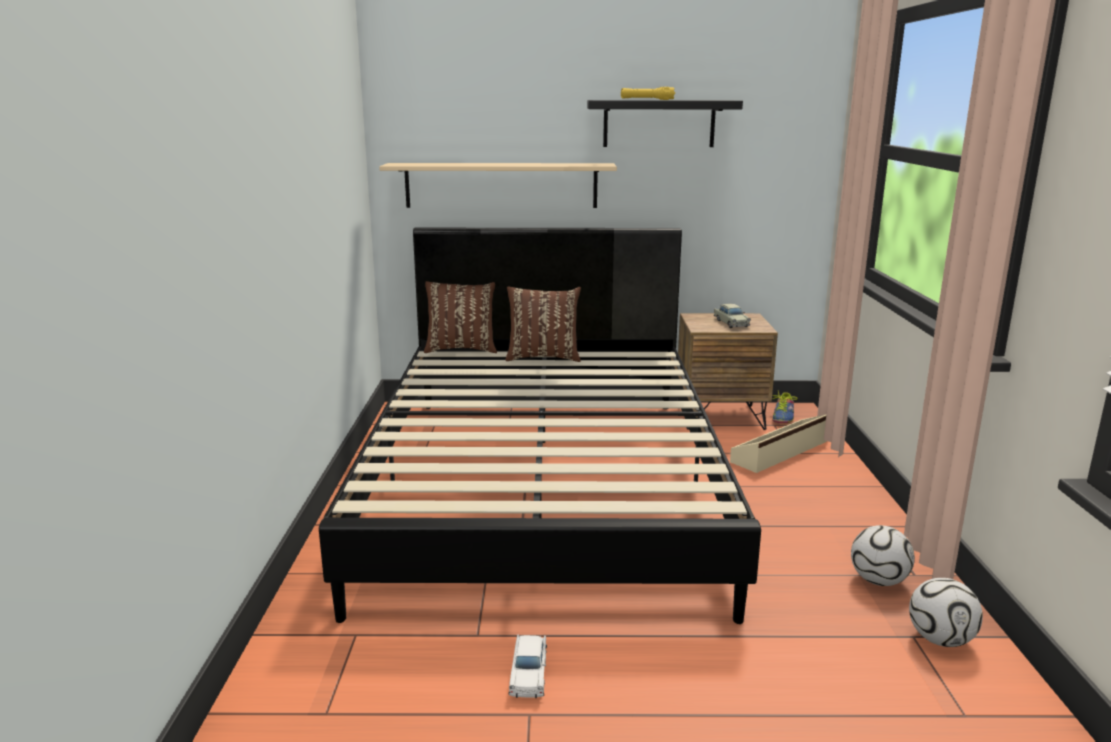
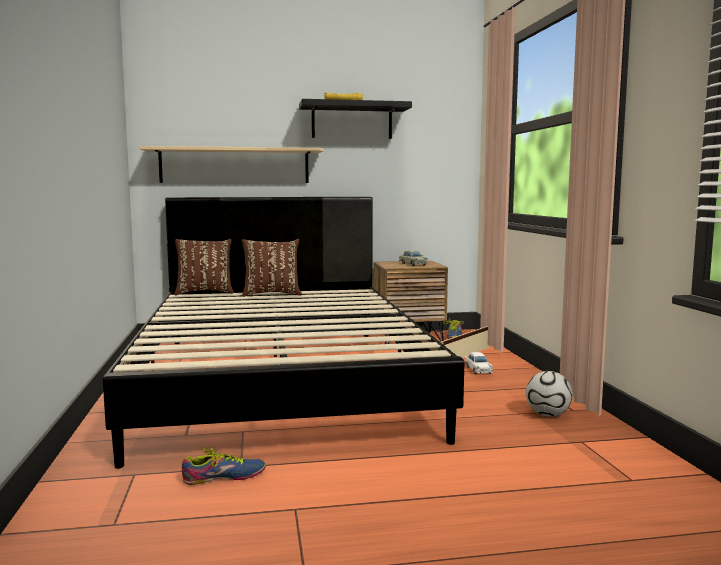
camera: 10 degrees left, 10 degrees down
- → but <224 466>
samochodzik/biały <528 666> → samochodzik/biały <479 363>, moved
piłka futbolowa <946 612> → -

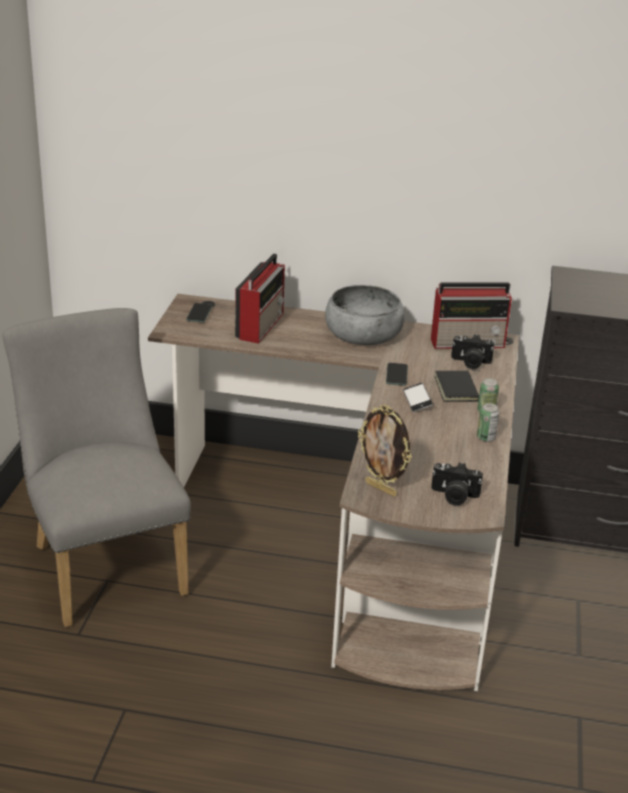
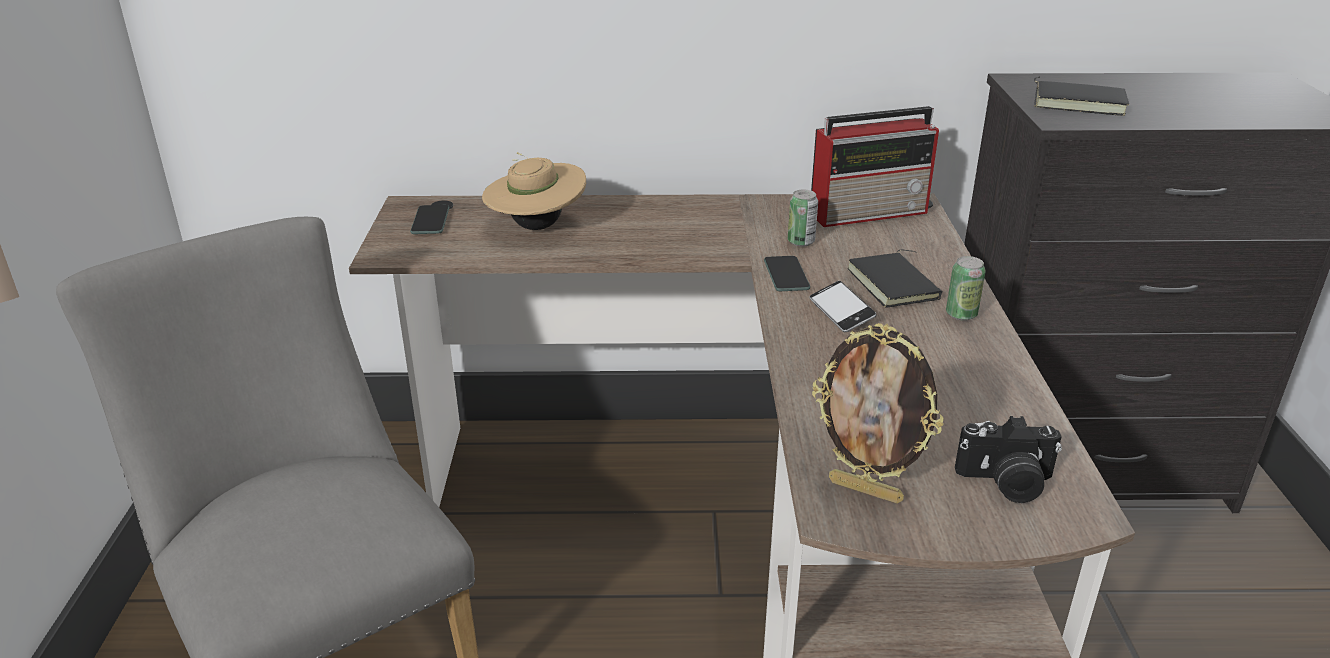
camera: 10 degrees left, 0 degrees up
radio <260 298> → kapelusz/beżowy <534 191>
puszka <488 422> → puszka <803 218>, moved
- → książka/czarny <1081 96>
miska/szary <365 315> → -
aparat fotograficzny <472 351> → -

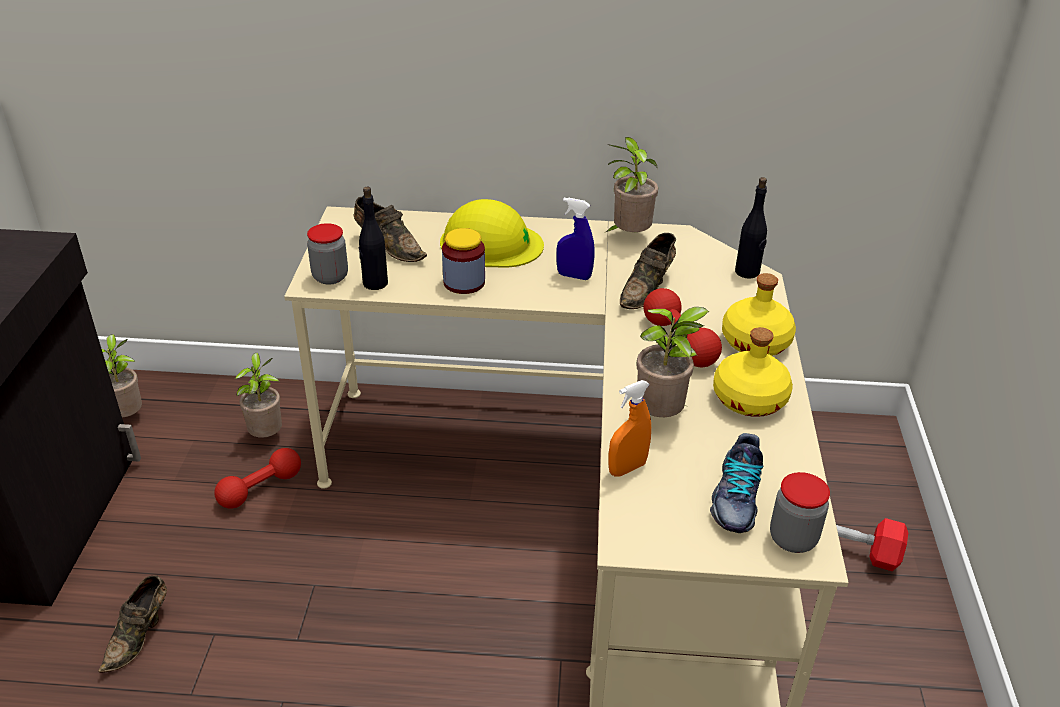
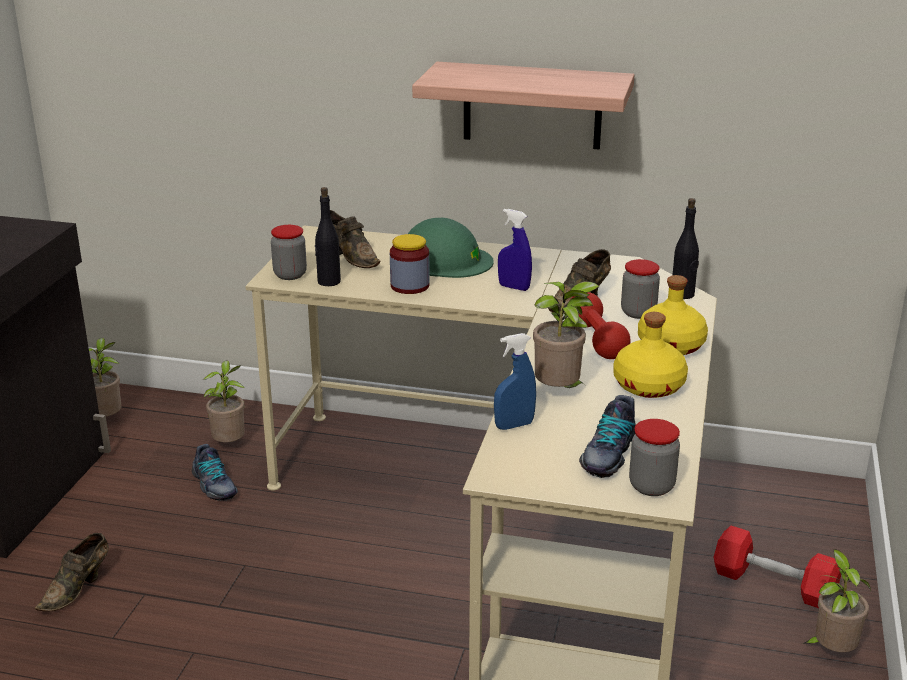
camera: 10 degrees right, 10 degrees down
hantel/czerwony <257 478> → but <215 472>
kask/żółty <492 233> → kask/zielony <451 248>
- → półka <523 106>
spryskiwacz/pomarańczowy <630 428> → spryskiwacz/niebieski <515 381>
- → słoik <640 289>
roślina doniczkowa <632 184> → roślina doniczkowa <836 600>, moved

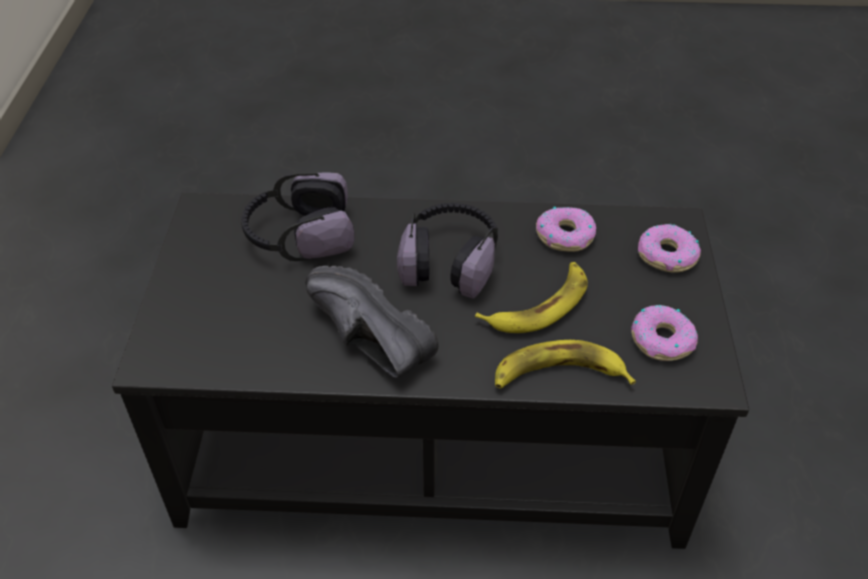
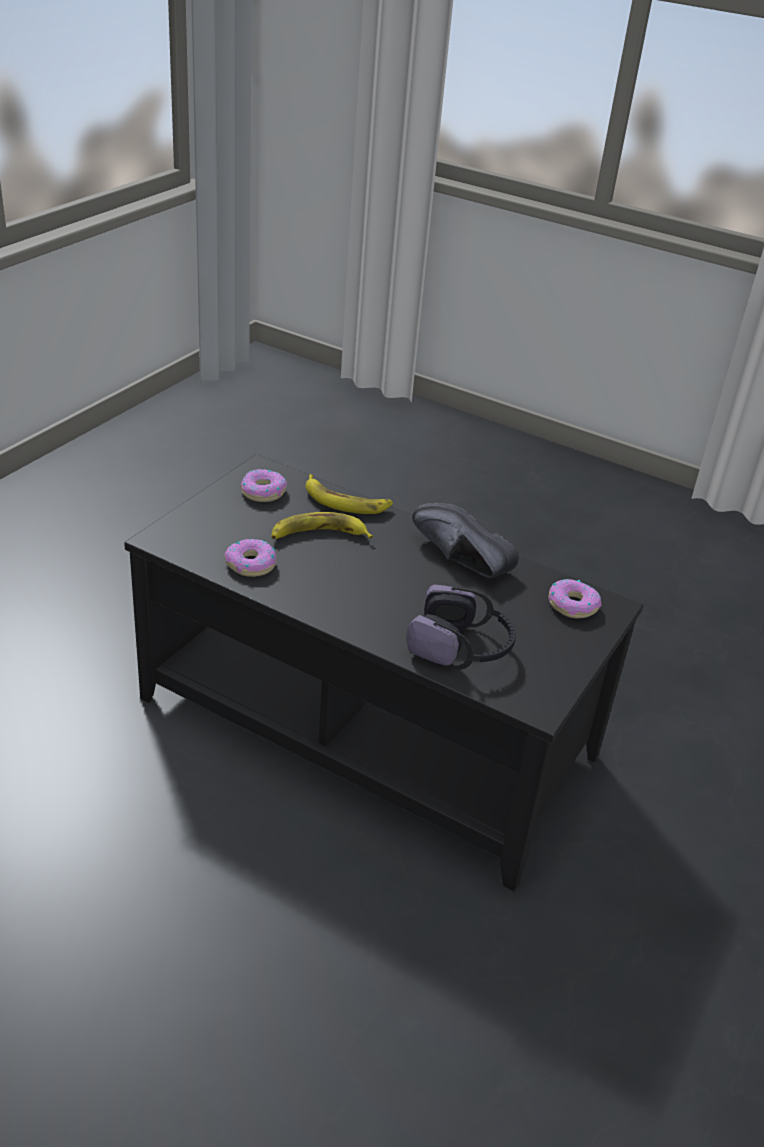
camera: 155 degrees left, 10 degrees down
but/czarny <371 322> → but/czarny <465 540>, 150 degrees clockwise
donut <669 248> → donut <574 598>, moved
słuchawki <447 251> → -

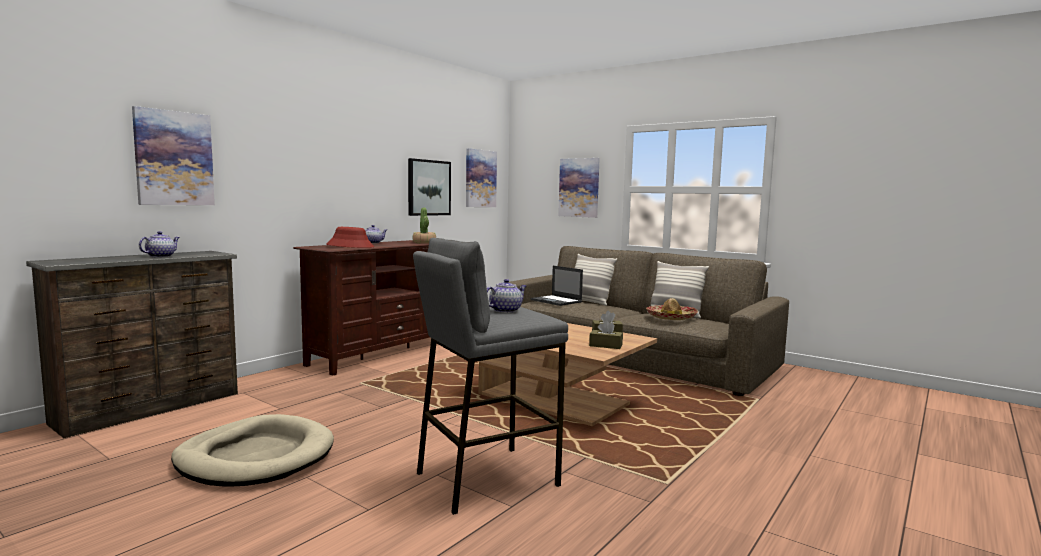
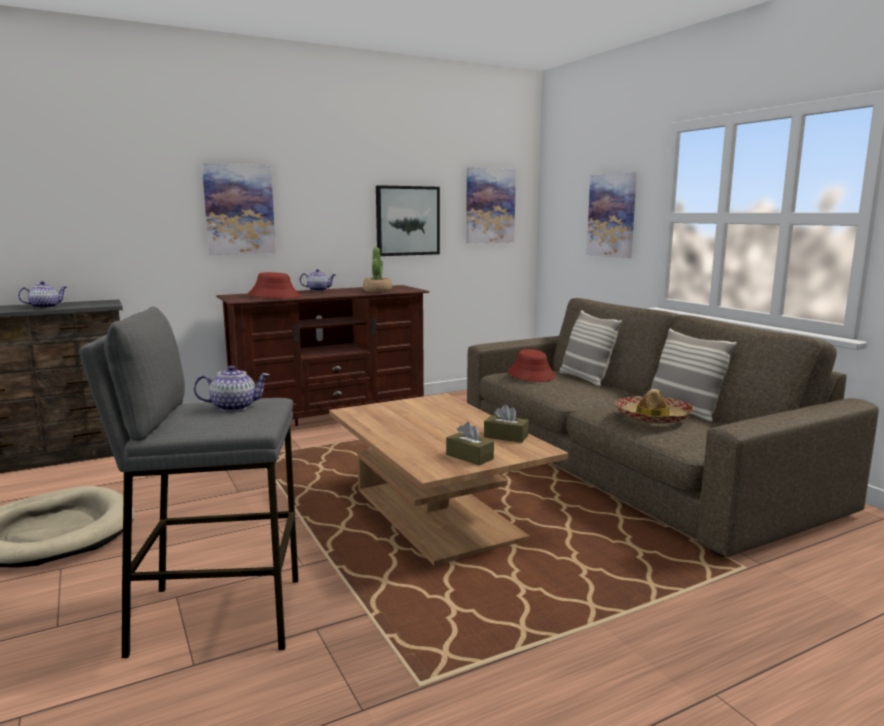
camera: 25 degrees right, 5 degrees up
obraz <173 155> → obraz <239 209>, moved
laptop <557 286> → kapelusz/czerwony <532 365>

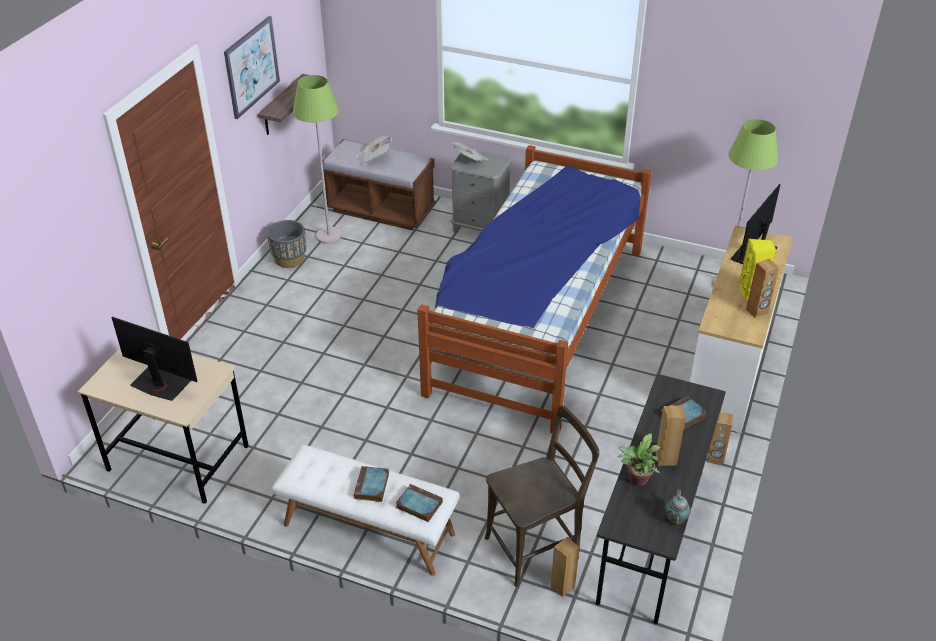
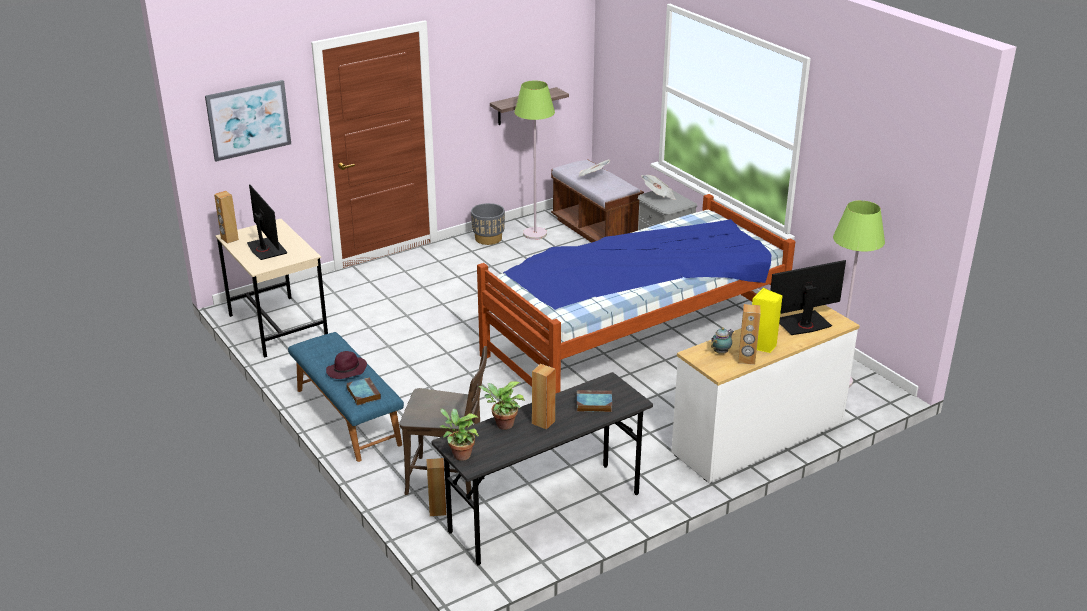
camera: 35 degrees right, 10 degrees down
obraz <252 67> → obraz <248 121>, moved
głośnik/brązowy <720 439> → głośnik/brązowy <226 217>, moved
ławka/biały <366 510> → ławka/niebieski <346 397>
książka <371 484> → kapelusz/fioletowy <346 365>
- → roślina doniczkowa <459 435>
imbryk <677 507> → imbryk <722 340>, moved

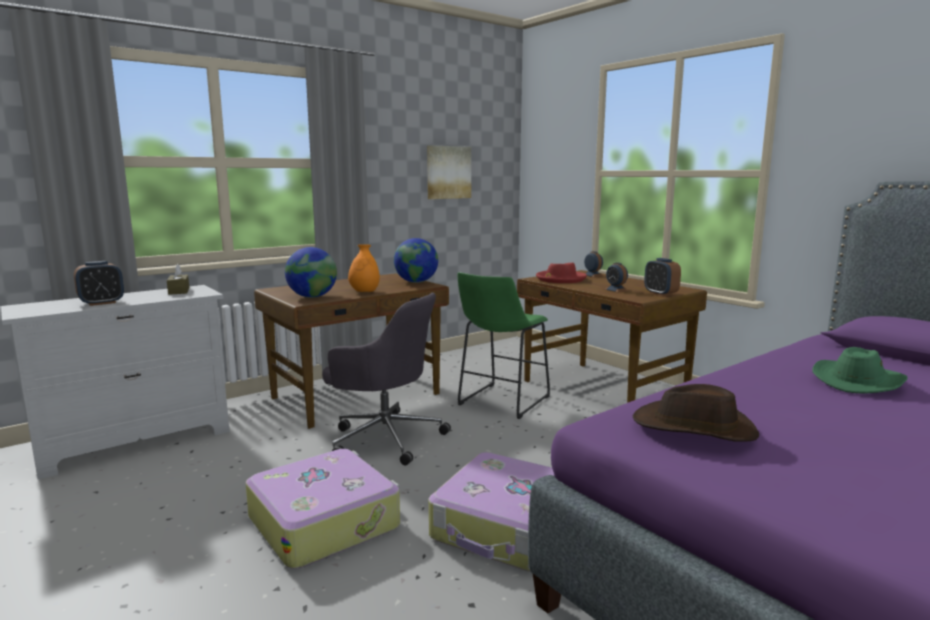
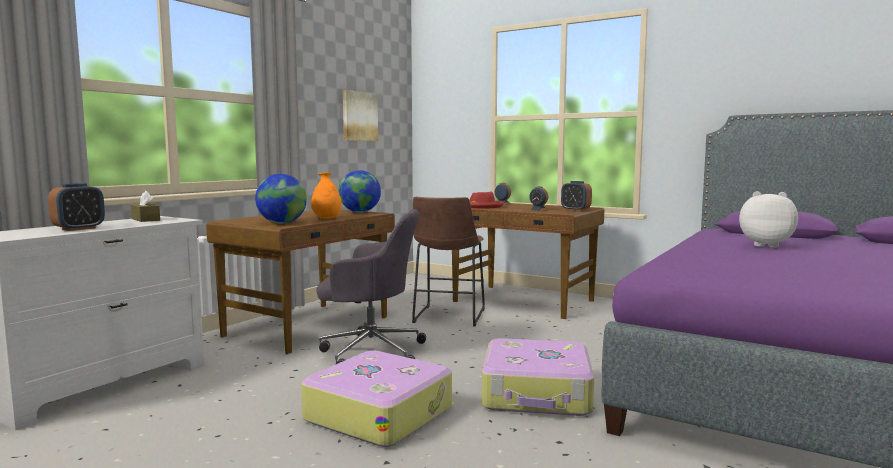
camera: 20 degrees left, 5 degrees down
stołek/zielony <504 345> → stołek/brązowy <448 262>
kapelusz/zielony <860 370> → pluszak <768 219>
kapelusz/brązowy <695 413> → -

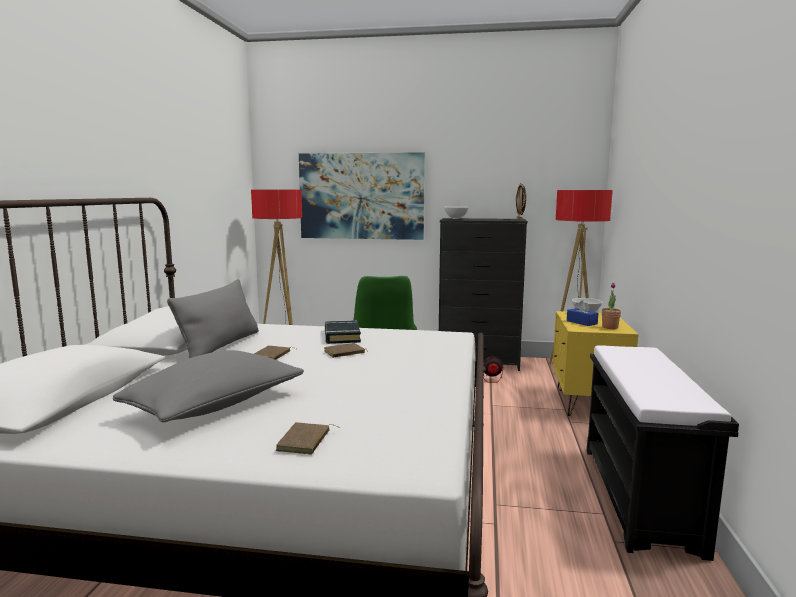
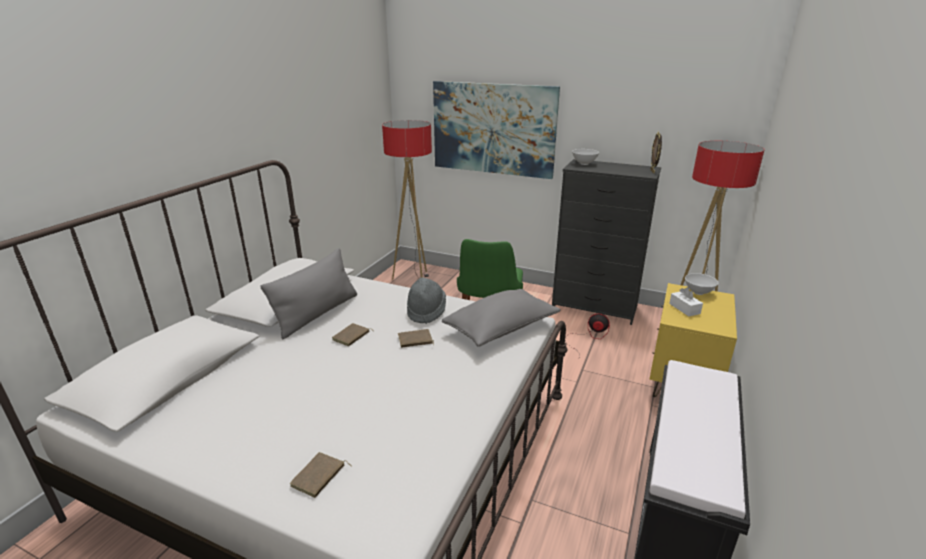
camera: 15 degrees right, 15 degrees up
książka/czarny <343 332> → kapelusz/szary <426 301>
poduszka/szary <208 386> → poduszka/szary <501 318>, moved
pudełko chusteczek/niebieski <582 313> → pudełko chusteczek/biały <686 302>
roślina doniczkowa <611 306> → -

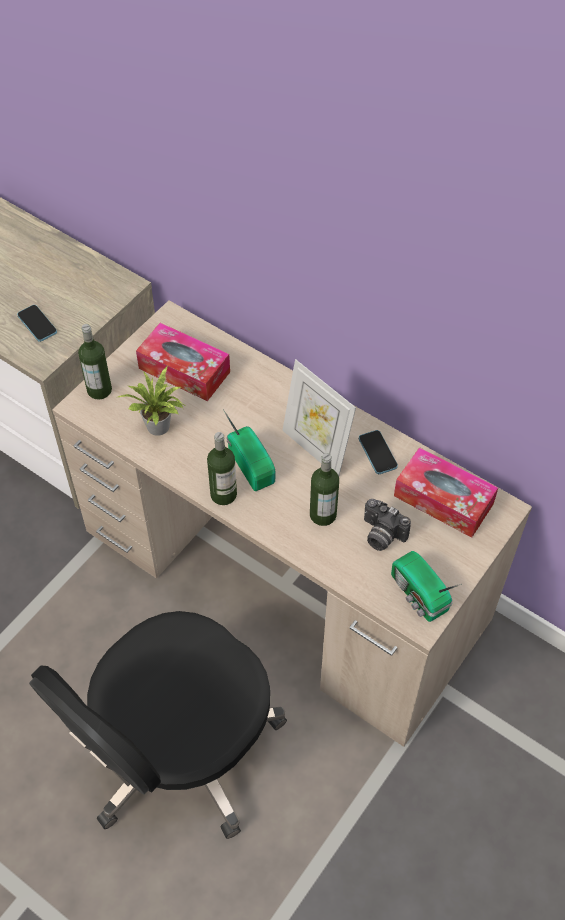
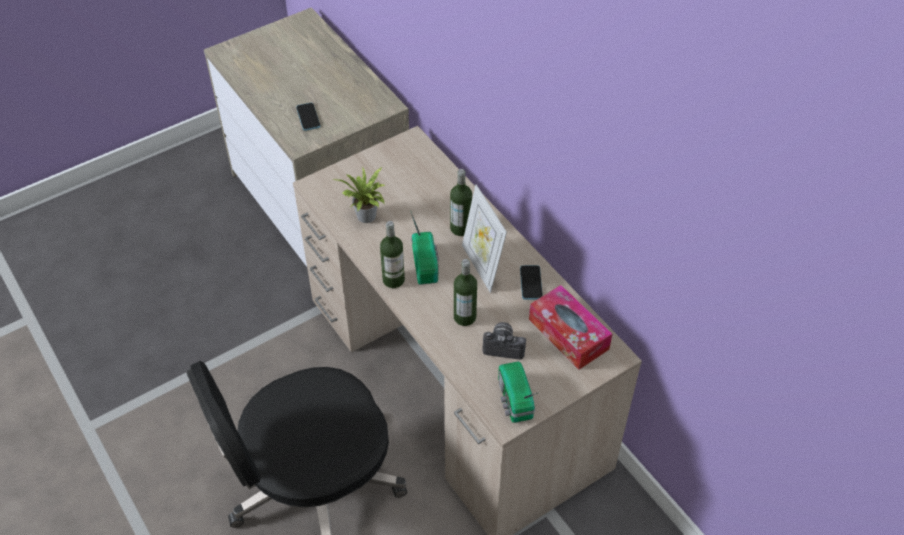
camera: 20 degrees right, 5 degrees down
butelka <95 362> → butelka <461 202>, moved
aparat fotograficzny <387 525> → aparat fotograficzny <504 341>, 135 degrees clockwise
pudełko chusteczek <183 362> → -

